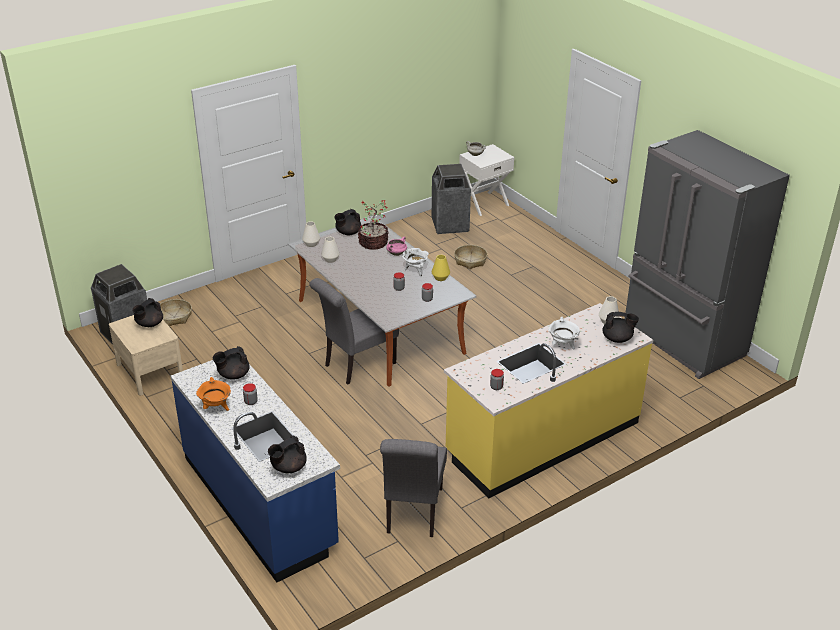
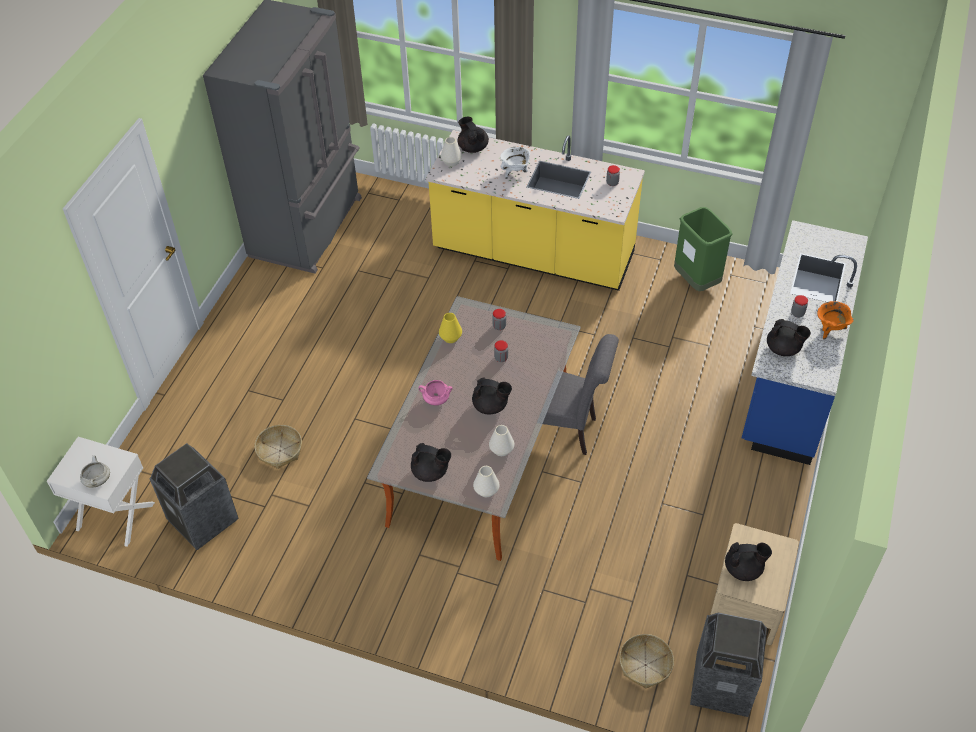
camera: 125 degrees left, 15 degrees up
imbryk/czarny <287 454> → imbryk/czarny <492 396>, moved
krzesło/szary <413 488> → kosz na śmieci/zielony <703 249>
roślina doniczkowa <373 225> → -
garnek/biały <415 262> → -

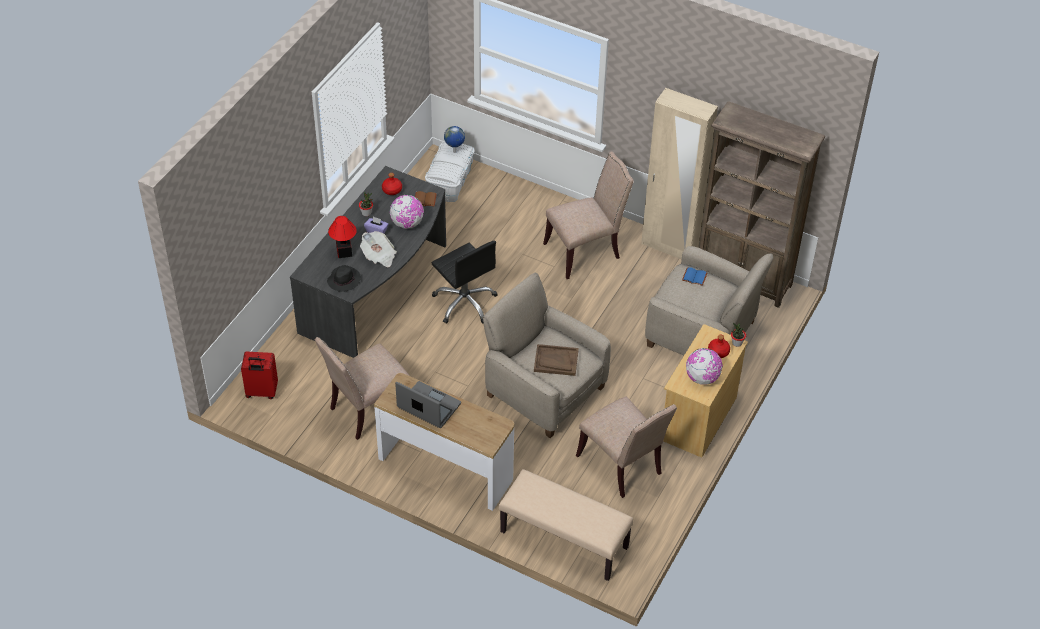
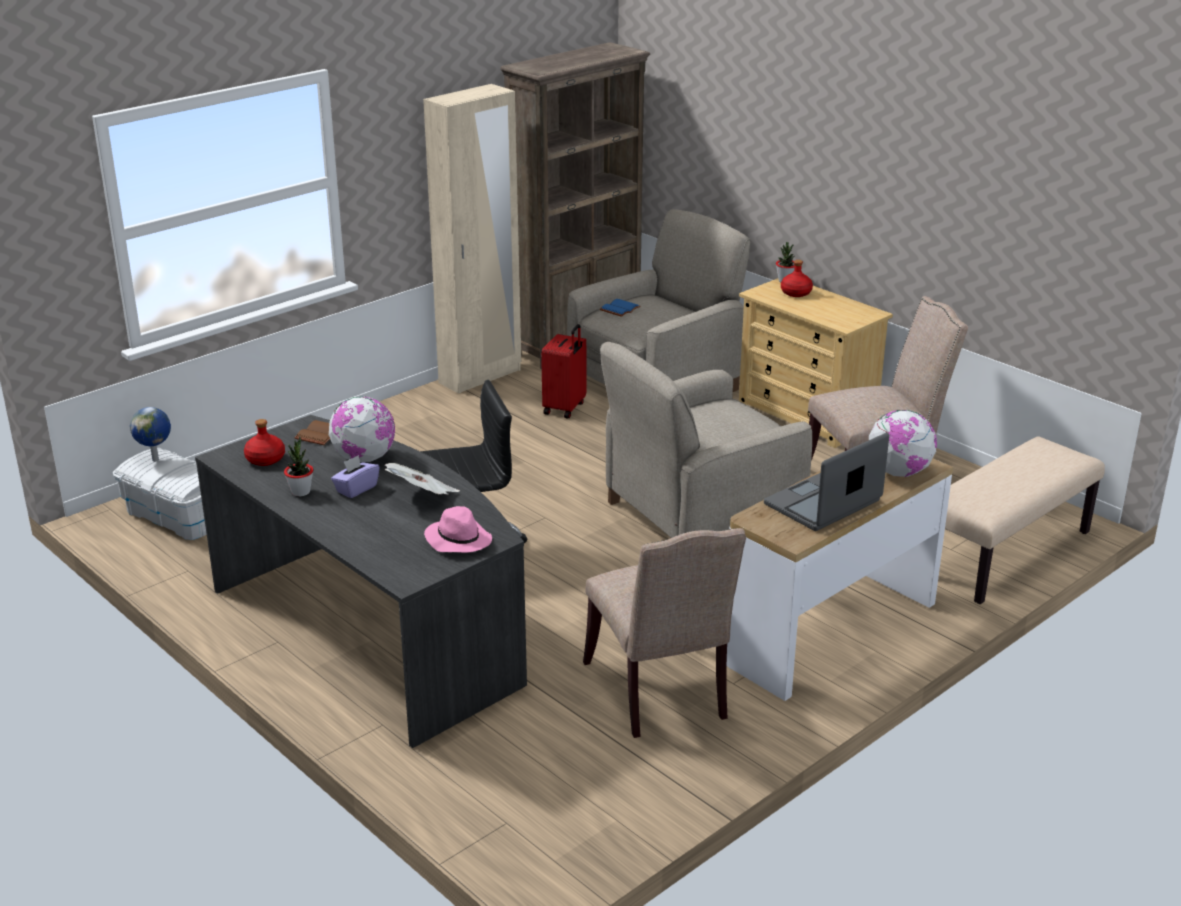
camera: 70 degrees left, 20 degrees down
kapelusz/czarny <344 278> → kapelusz/różowy <458 529>
walizka/czerwony <259 375> → walizka/czerwony <563 371>, moved
globus <704 366> → globus <903 443>, moved
lampa stołowa <342 237> → -
taca/brązowy <556 360> → -
krzesło/beżowy <588 215> → -

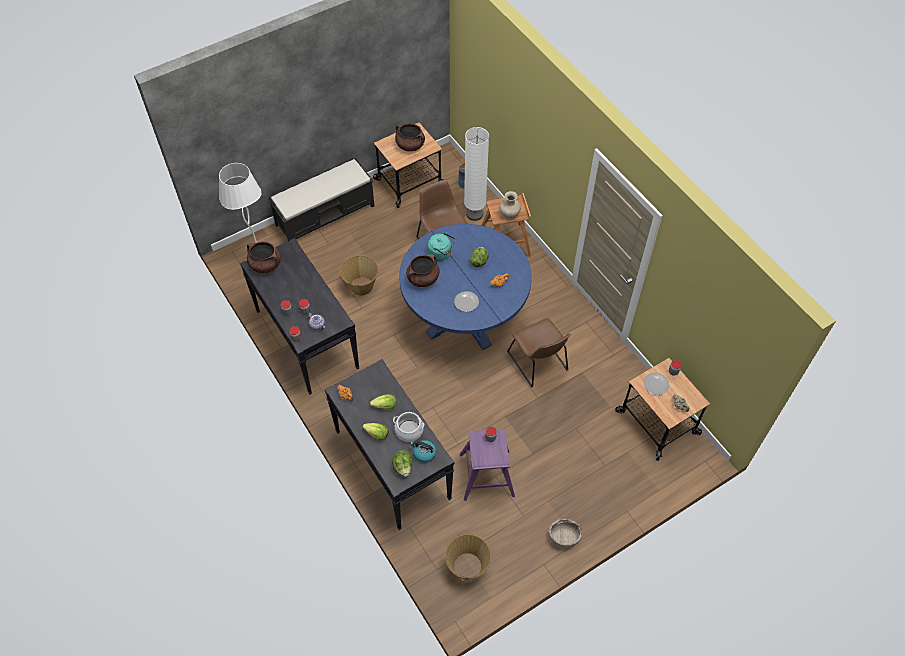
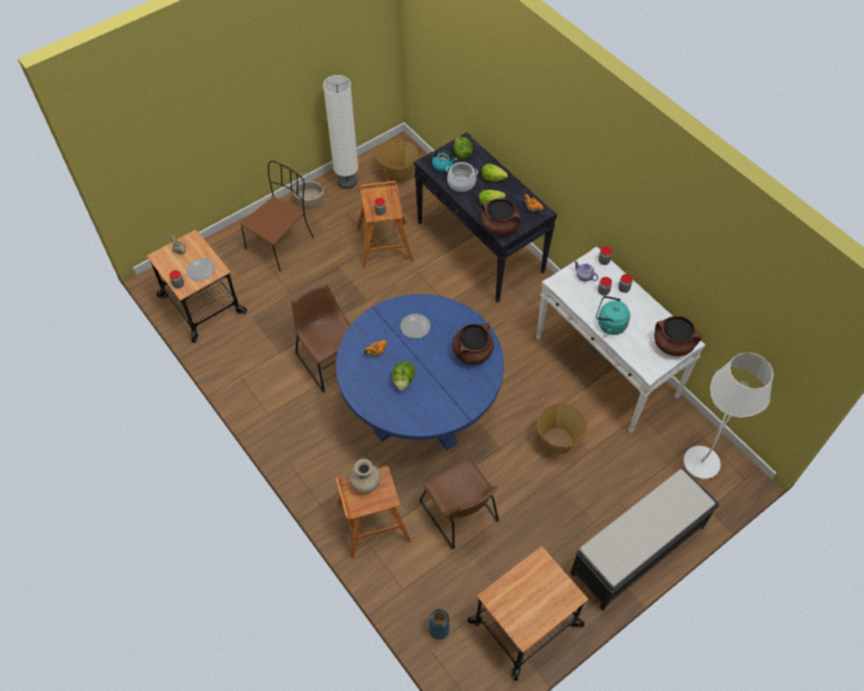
camera: 175 degrees right, 0 degrees up
- → krzesło/brązowy <277 216>
lampa stojąca/biały <476 174> → lampa stojąca/biały <340 132>, moved
stołek/fioletowy <487 465> → stołek/brązowy <384 224>
garnek/brązowy <410 137> → garnek/brązowy <501 217>, moved
stolik konsolowy/czarny <299 316> → stolik konsolowy/biały <620 339>
czajnik/turkusowy <442 246> → czajnik/turkusowy <613 315>, moved

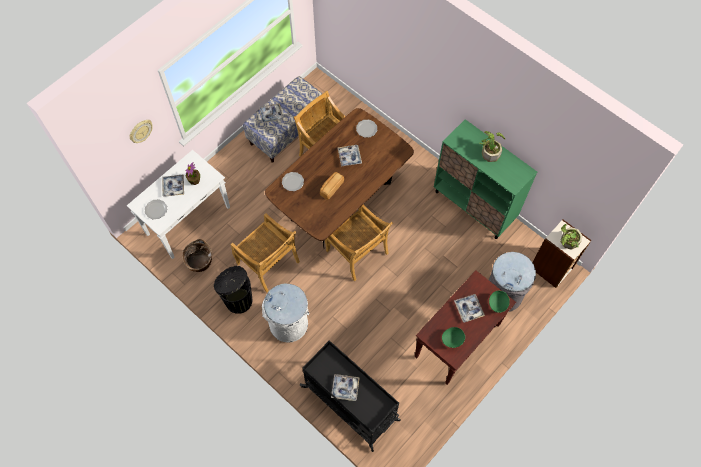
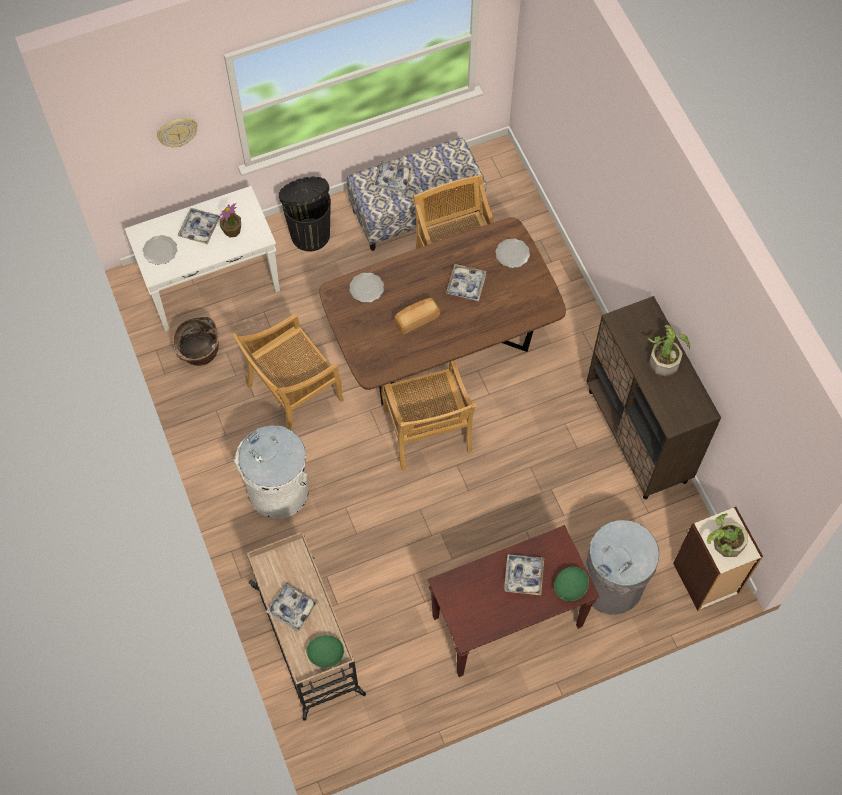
camera: 25 degrees right, 0 degrees up
krzesło/beżowy <265 253> → krzesło/beżowy <288 372>, 75 degrees clockwise
wózek/czarny <350 396> → wózek/beżowy <306 626>
kosz na śmieci/czarny <233 290> → kosz na śmieci/czarny <305 214>, moved
miska/zielony <453 337> → miska/zielony <325 651>, moved
szafka/zielony <485 179> → szafka/brązowy <653 397>

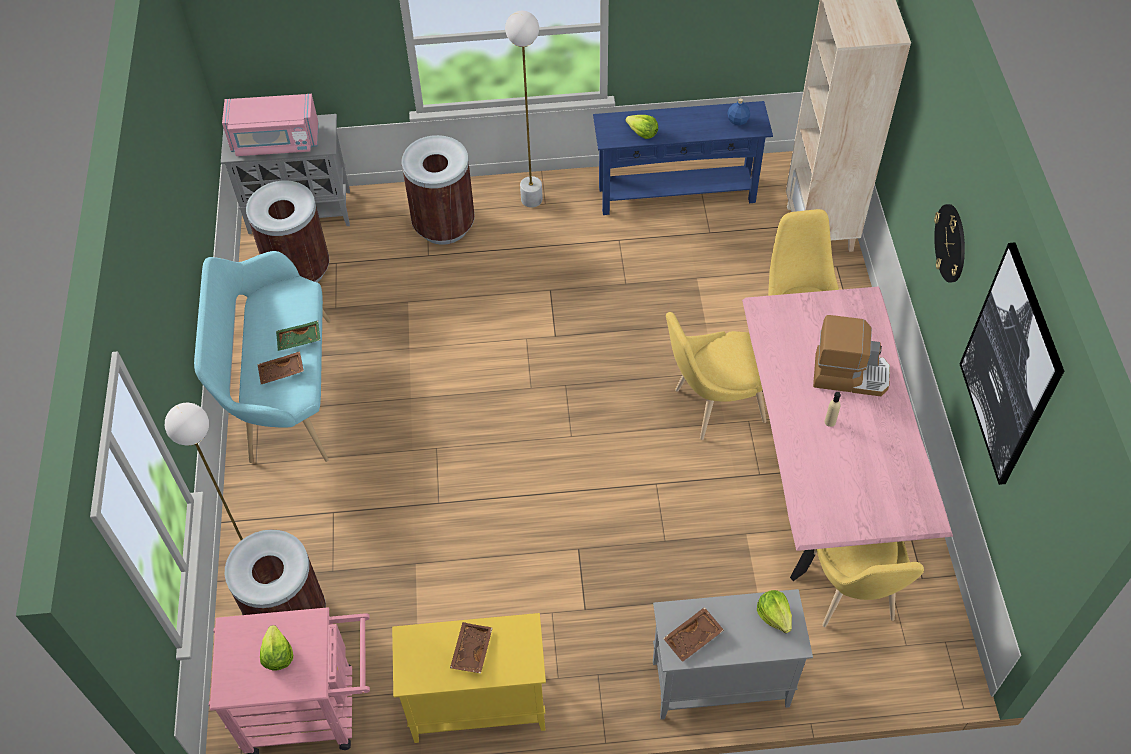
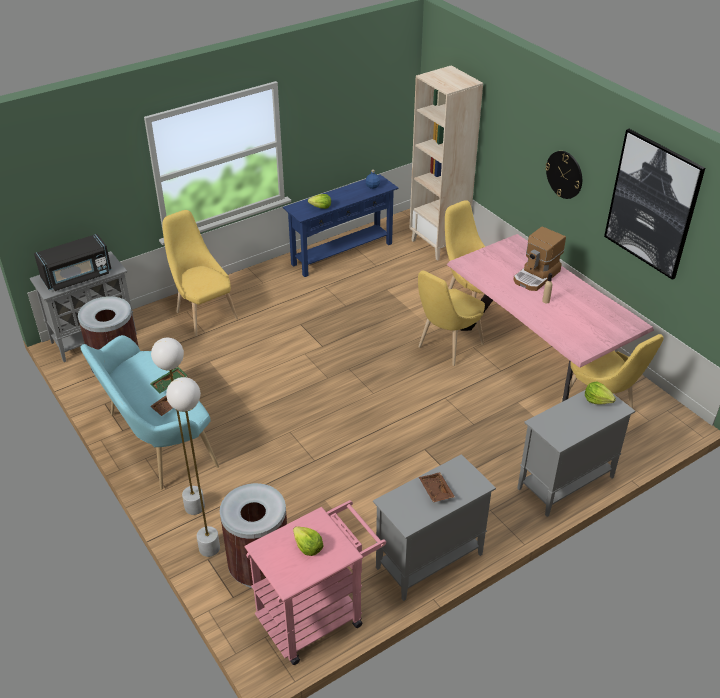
camera: 30 degrees left, 15 degrees down
mikrofalówka/różowy <270 125> → mikrofalówka/czarny <73 262>
lampa stojąca/biały <524 109> → lampa stojąca/biały <178 426>, moved
kosz na śmieci/brązowy <438 190> → krzesło/żółty <200 273>
szafka/żółty <469 678> → szafka/szary <434 527>
ekspres do kawy <851 355> → ekspres do kawy <539 259>, 150 degrees clockwise
taca/brązowy <693 634> → -

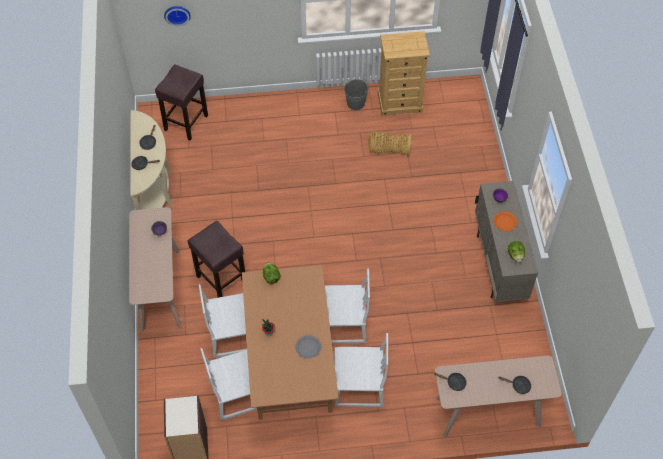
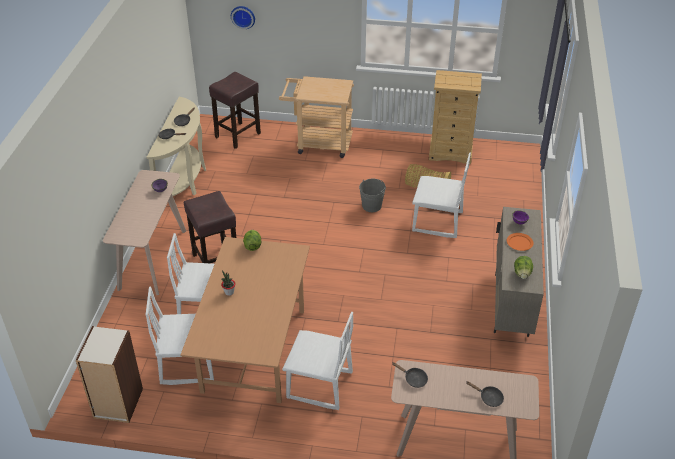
camera: 15 degrees right, 15 degrees down
- → wózek/beżowy <316 117>
wiadro/szary <356 94> → wiadro/szary <372 195>, moved
krzesło/biały <347 305> → krzesło/biały <441 195>, moved
talerz/szary <308 346> → -

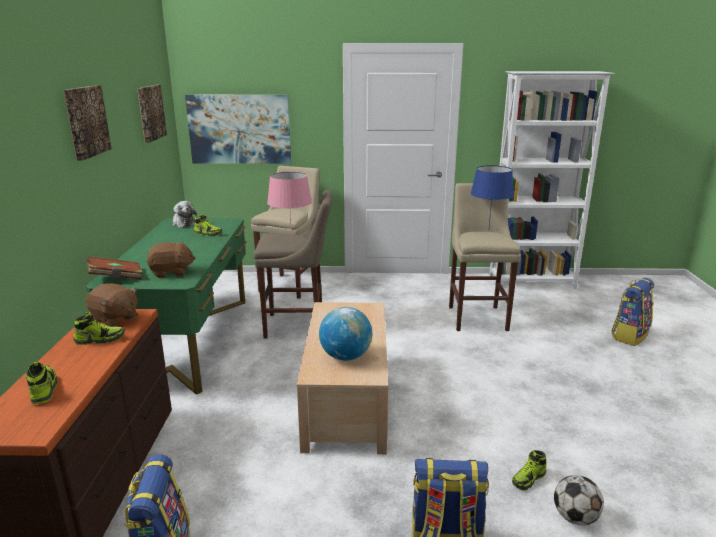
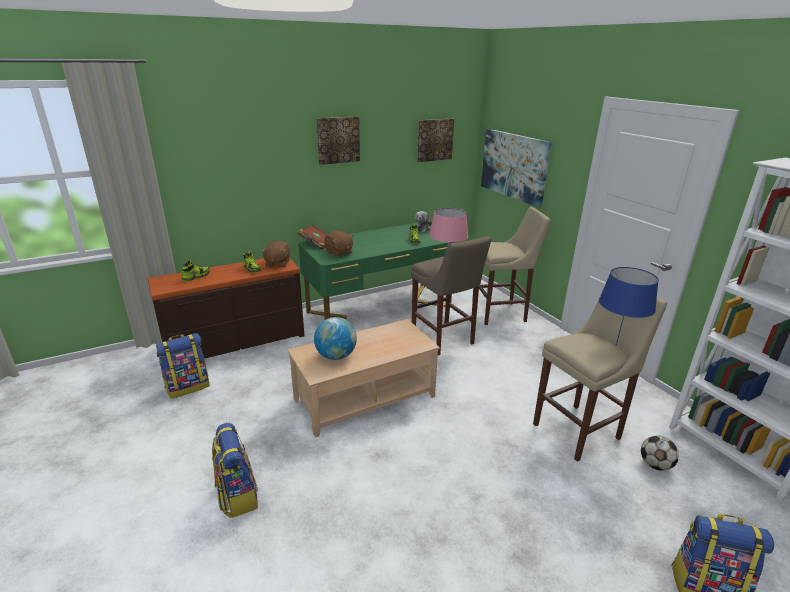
camera: 60 degrees right, 5 degrees up
piłka futbolowa <579 500> → piłka futbolowa <660 453>, moved
but <529 470> → -

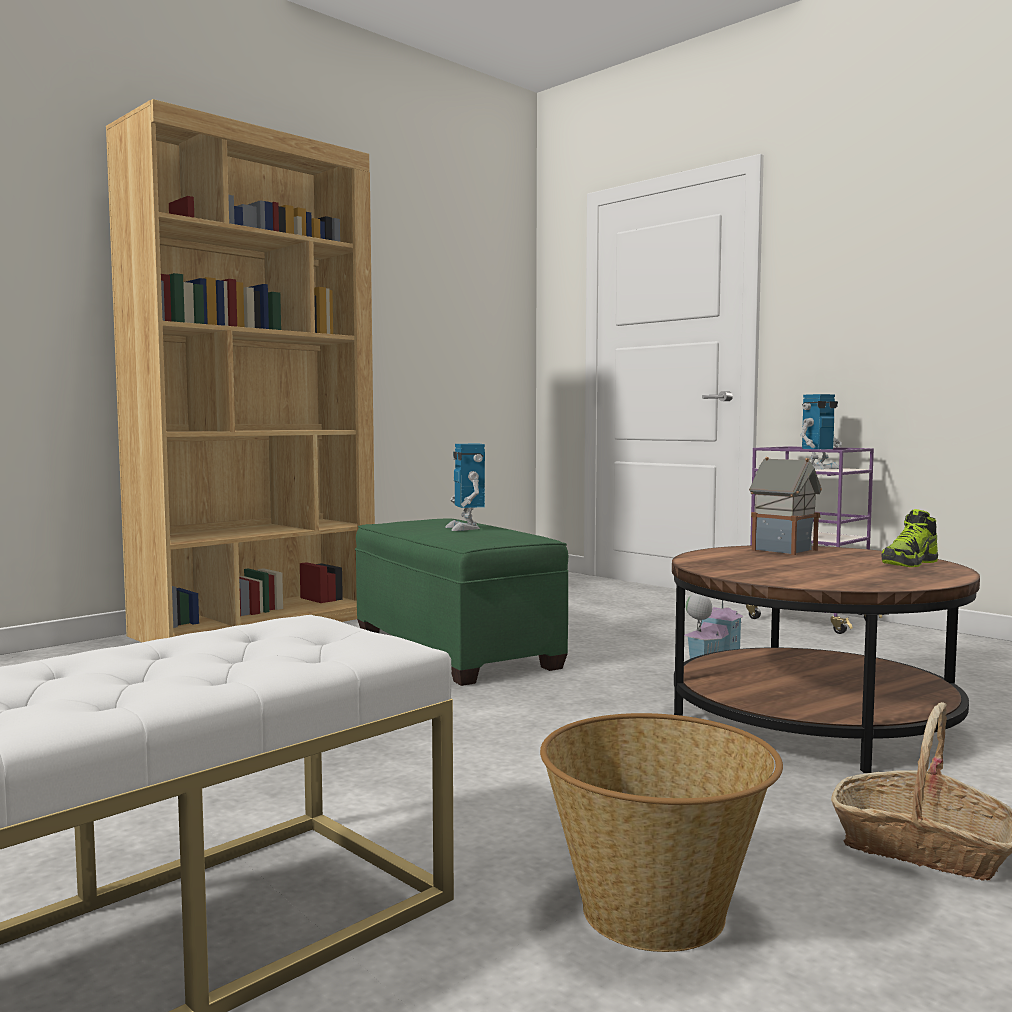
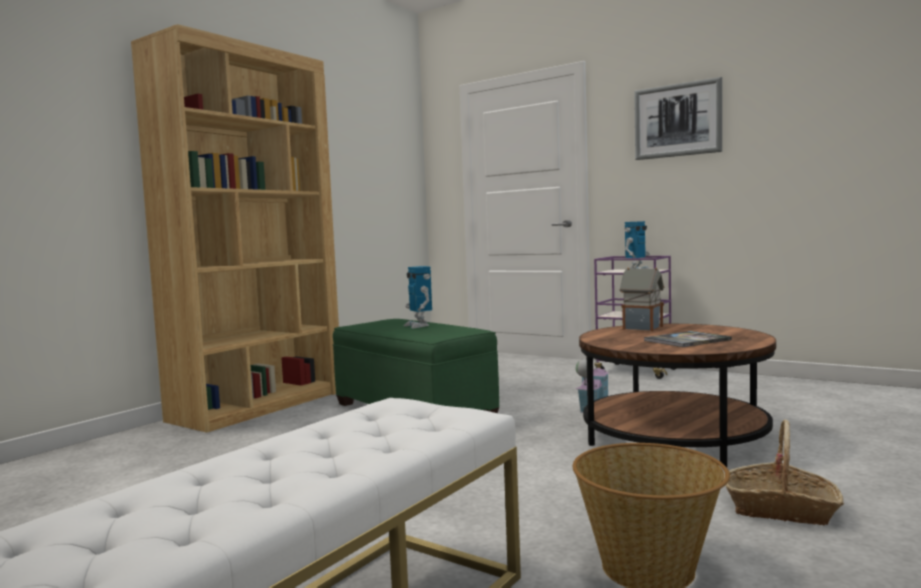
camera: 10 degrees left, 0 degrees up
- → obraz <678 118>
- → książka <688 339>
but <909 538> → -

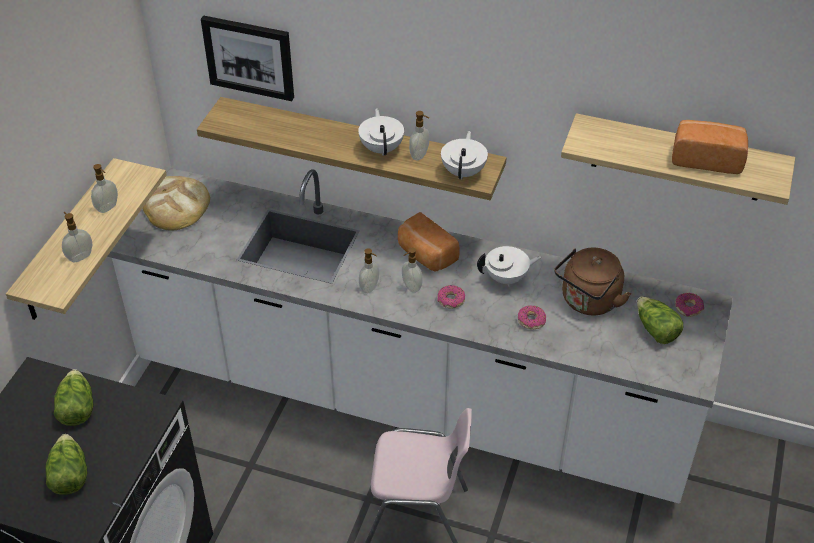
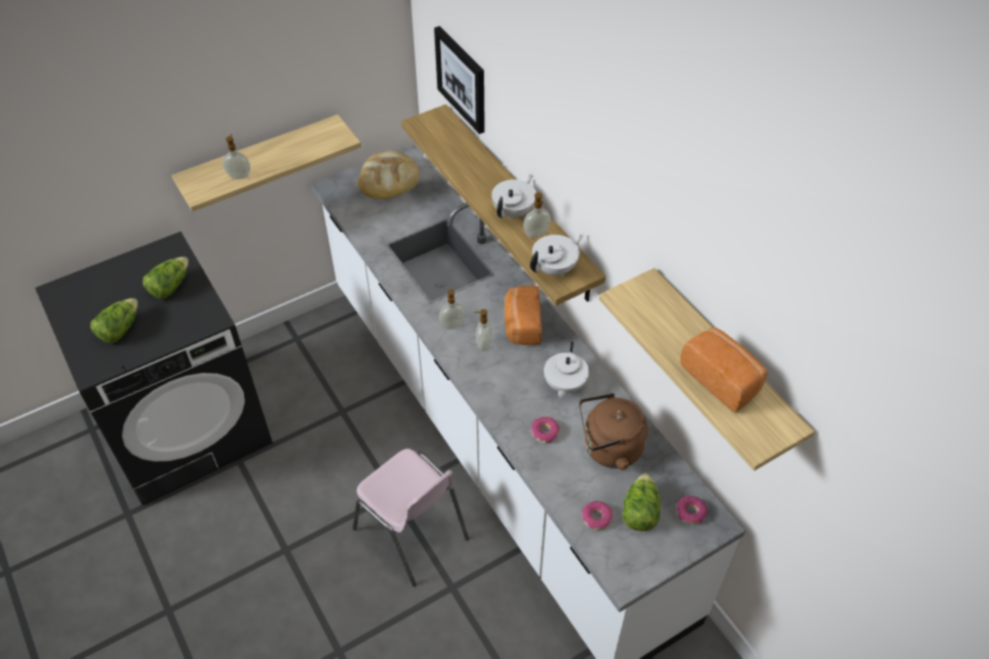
camera: 40 degrees right, 5 degrees up
imbryk/biały <509 266> → imbryk/biały <566 370>, 75 degrees clockwise
donut <451 297> → donut <597 515>, moved
dozownik mydła <104 188> → -

